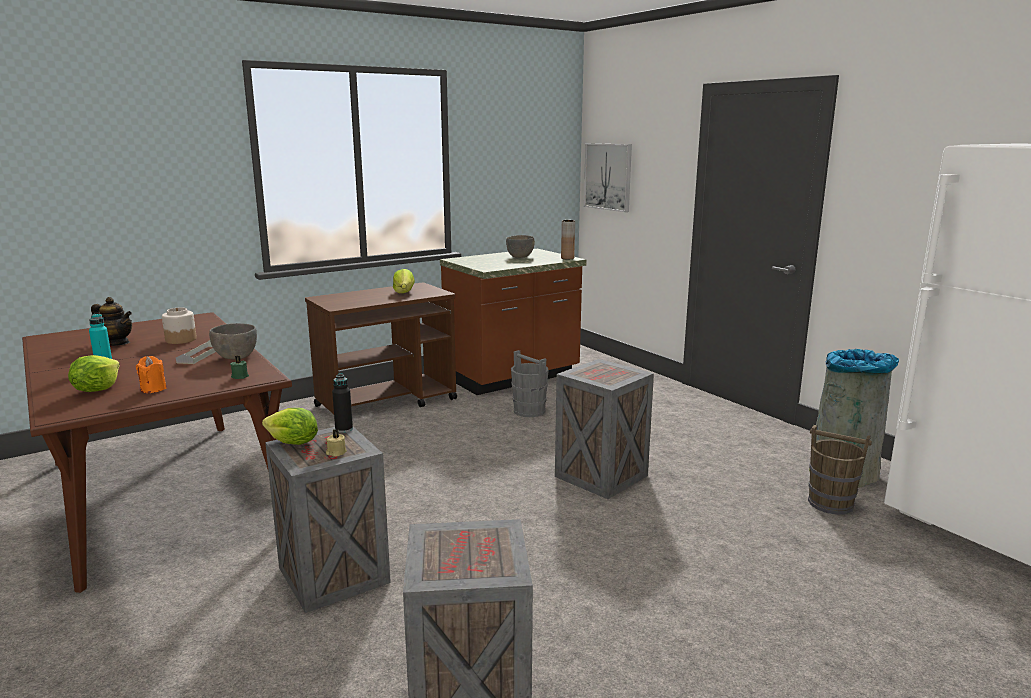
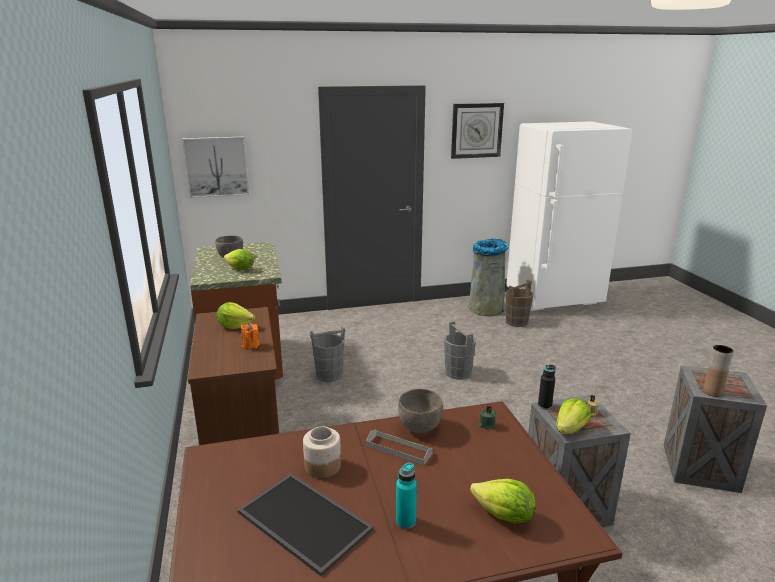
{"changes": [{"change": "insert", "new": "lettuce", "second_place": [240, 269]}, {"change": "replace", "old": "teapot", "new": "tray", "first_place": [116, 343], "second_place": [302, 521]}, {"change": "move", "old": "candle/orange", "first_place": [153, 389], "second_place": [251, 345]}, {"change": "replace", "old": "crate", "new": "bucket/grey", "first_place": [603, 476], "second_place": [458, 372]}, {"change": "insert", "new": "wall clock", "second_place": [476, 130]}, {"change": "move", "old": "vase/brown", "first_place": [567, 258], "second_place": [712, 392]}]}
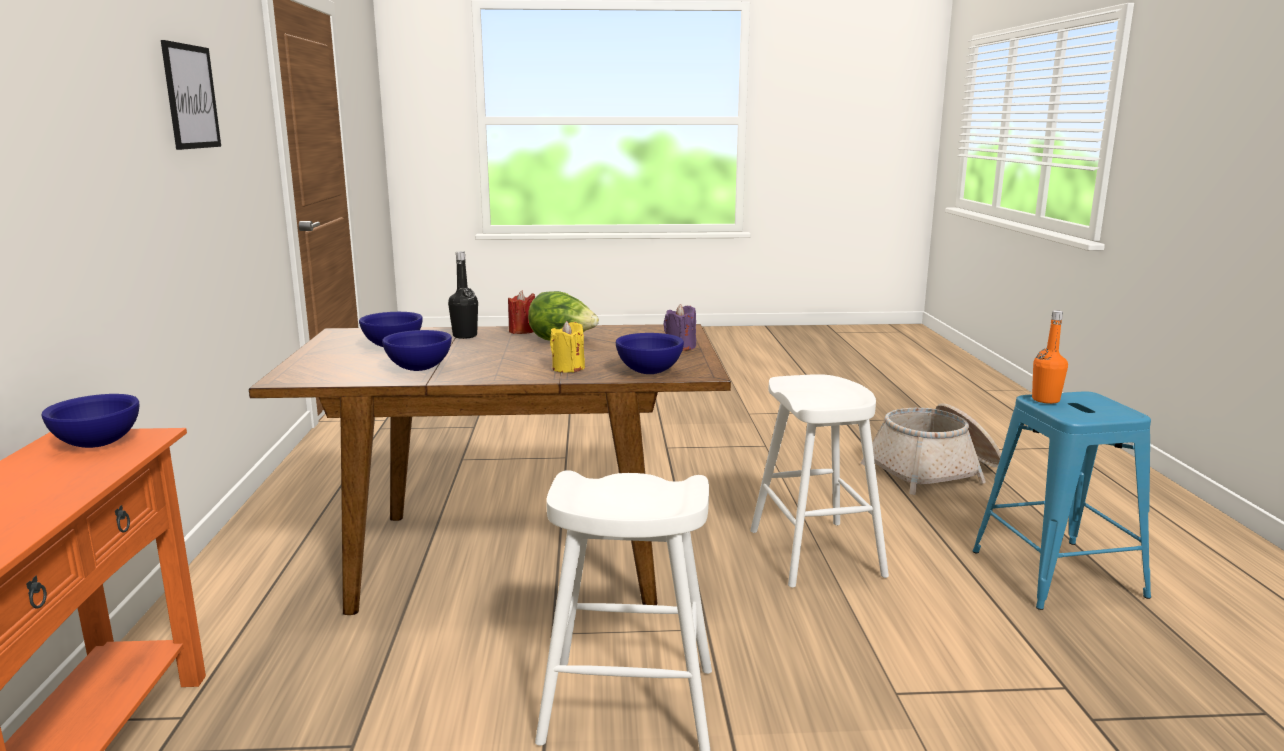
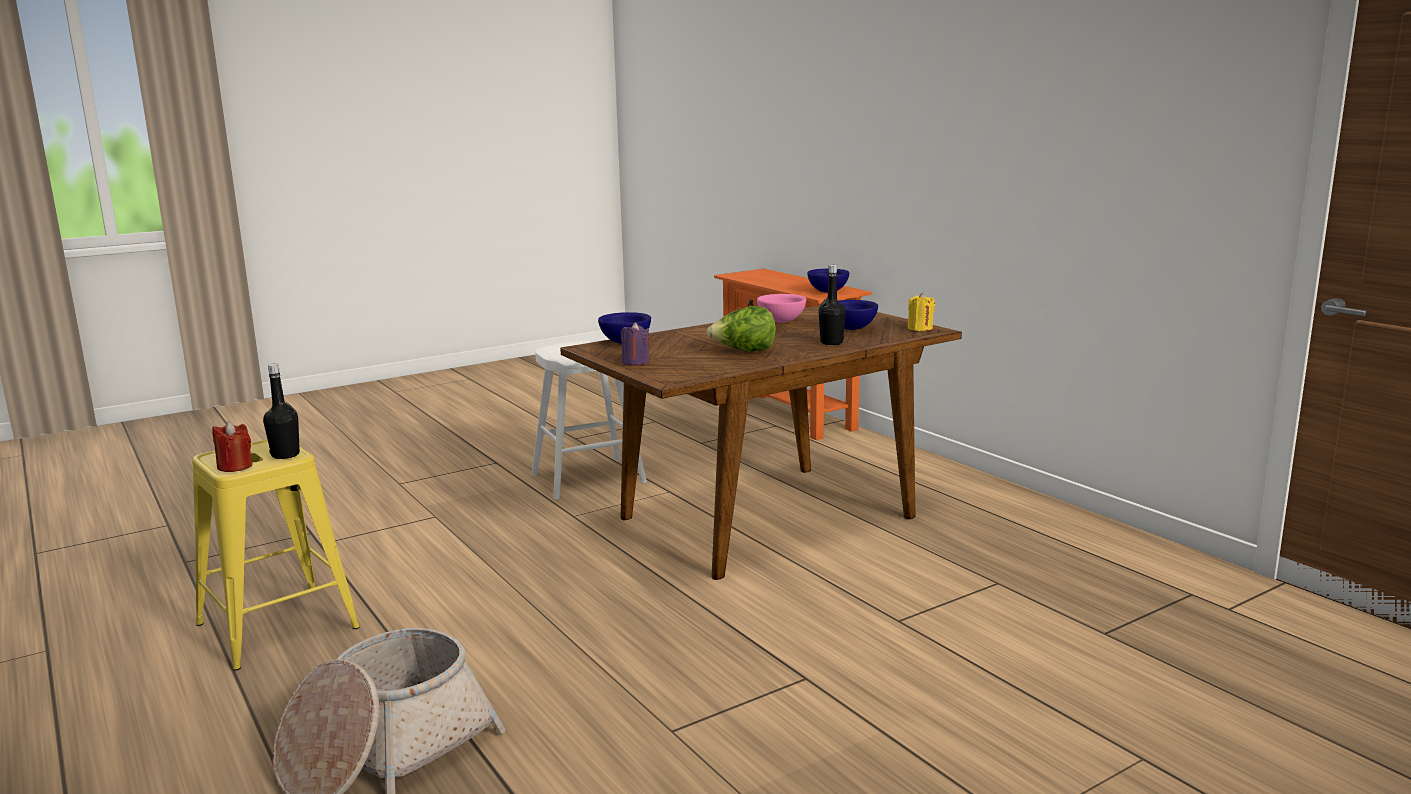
{"changes": [{"change": "recolor", "old": "stool/blue", "new": "stool/yellow", "first_place": [1058, 574], "second_place": [276, 626]}, {"change": "move", "old": "candle/red", "first_place": [522, 331], "second_place": [235, 466]}, {"change": "recolor", "old": "bottle/orange", "new": "bottle/black", "first_place": [1045, 400], "second_place": [285, 455]}, {"change": "recolor", "old": "bowl/blue", "new": "bowl/pink", "first_place": [420, 368], "second_place": [781, 321]}, {"change": "move", "old": "candle/yellow", "first_place": [568, 368], "second_place": [920, 329]}, {"change": "delete", "old": "picture", "first_place": [191, 96]}, {"change": "delete", "old": "stool/white", "first_place": [815, 553]}]}
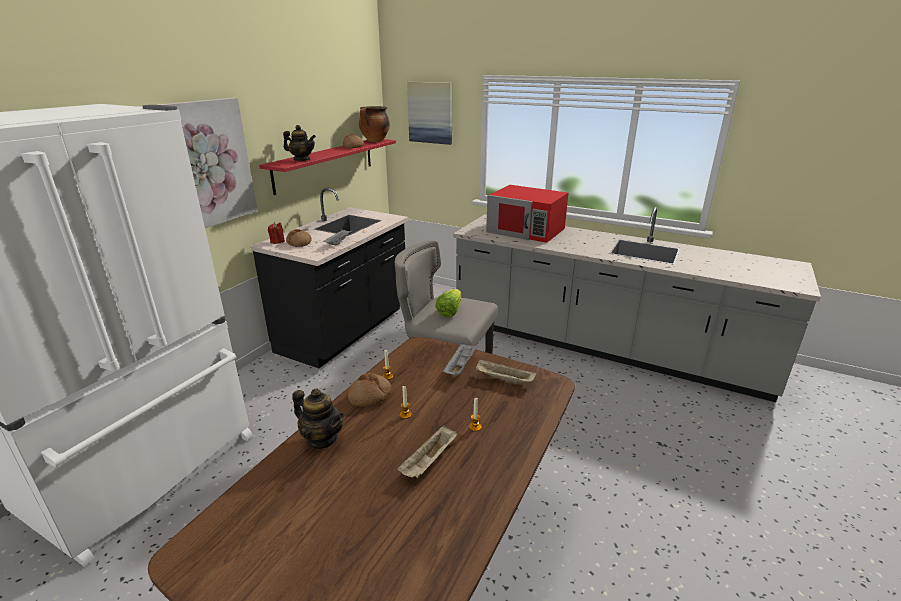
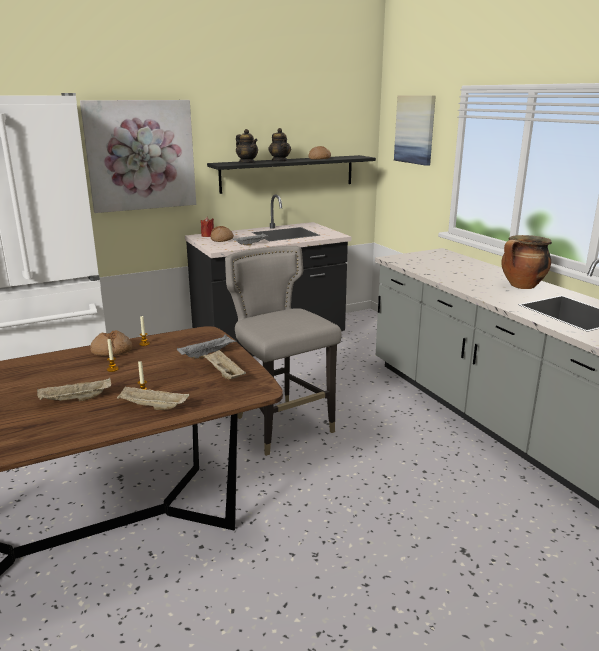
{"changes": [{"change": "insert", "new": "tray/beige", "second_place": [152, 407]}, {"change": "recolor", "old": "shelf/red", "new": "shelf/black", "first_place": [325, 164], "second_place": [288, 173]}, {"change": "move", "old": "teapot", "first_place": [322, 439], "second_place": [280, 161]}, {"change": "move", "old": "cooking pot", "first_place": [375, 141], "second_place": [522, 286]}, {"change": "delete", "old": "lettuce", "first_place": [449, 311]}, {"change": "delete", "old": "microwave/red", "first_place": [526, 230]}]}
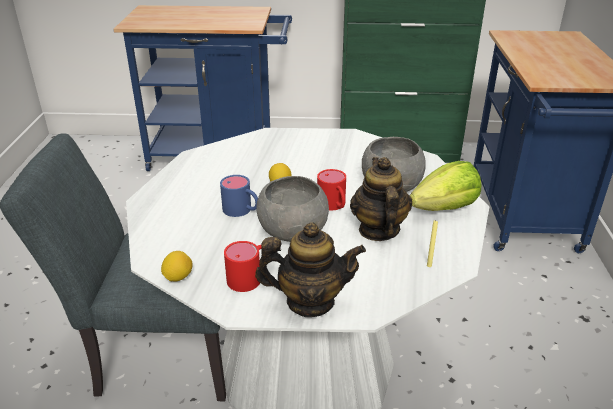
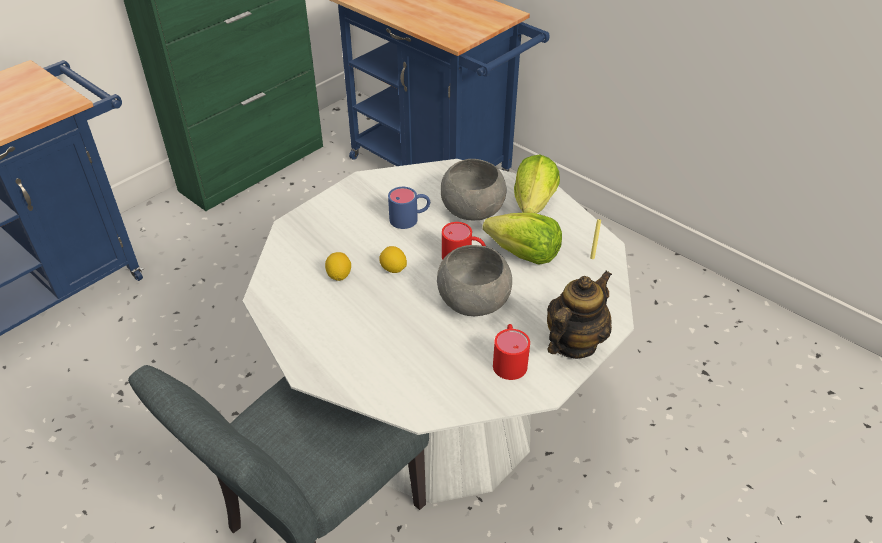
{"changes": [{"change": "move", "old": "lemon", "first_place": [178, 277], "second_place": [339, 275]}, {"change": "move", "old": "mug/blue", "first_place": [242, 211], "second_place": [410, 218]}, {"change": "replace", "old": "teapot", "new": "lettuce", "first_place": [378, 230], "second_place": [523, 254]}]}
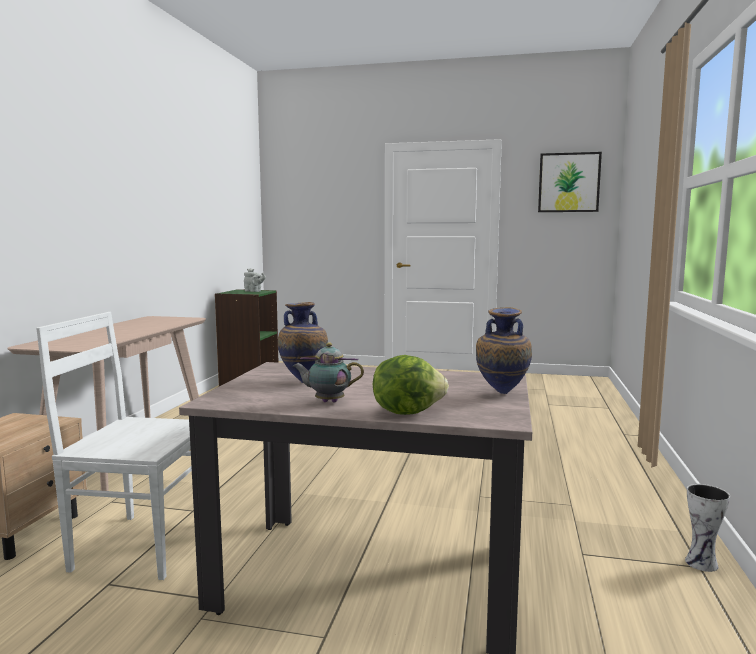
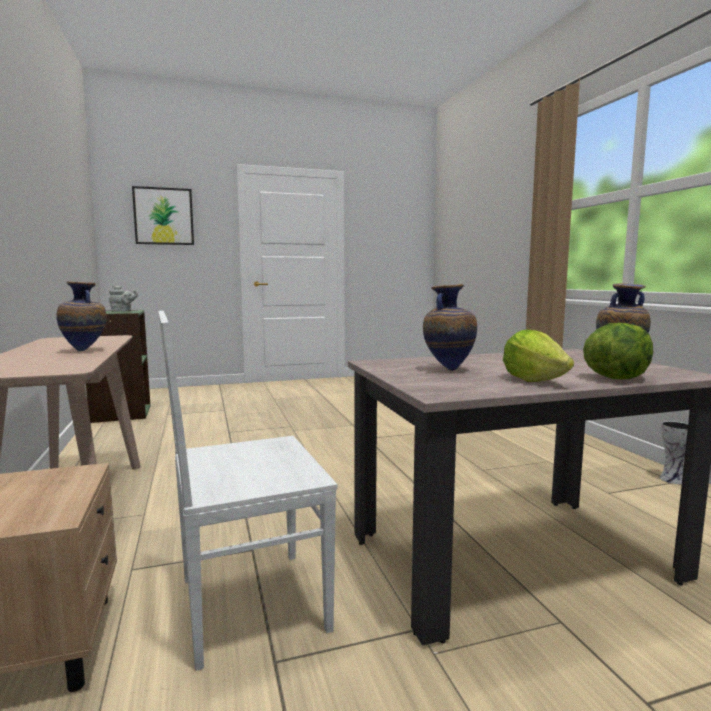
{"changes": [{"change": "insert", "new": "vase", "second_place": [85, 351]}, {"change": "move", "old": "picture", "first_place": [569, 182], "second_place": [164, 216]}, {"change": "replace", "old": "teapot", "new": "lettuce", "first_place": [327, 402], "second_place": [533, 380]}]}
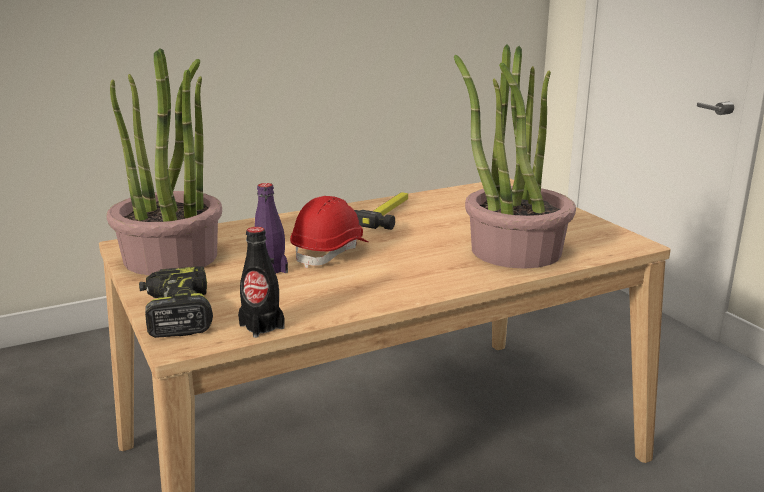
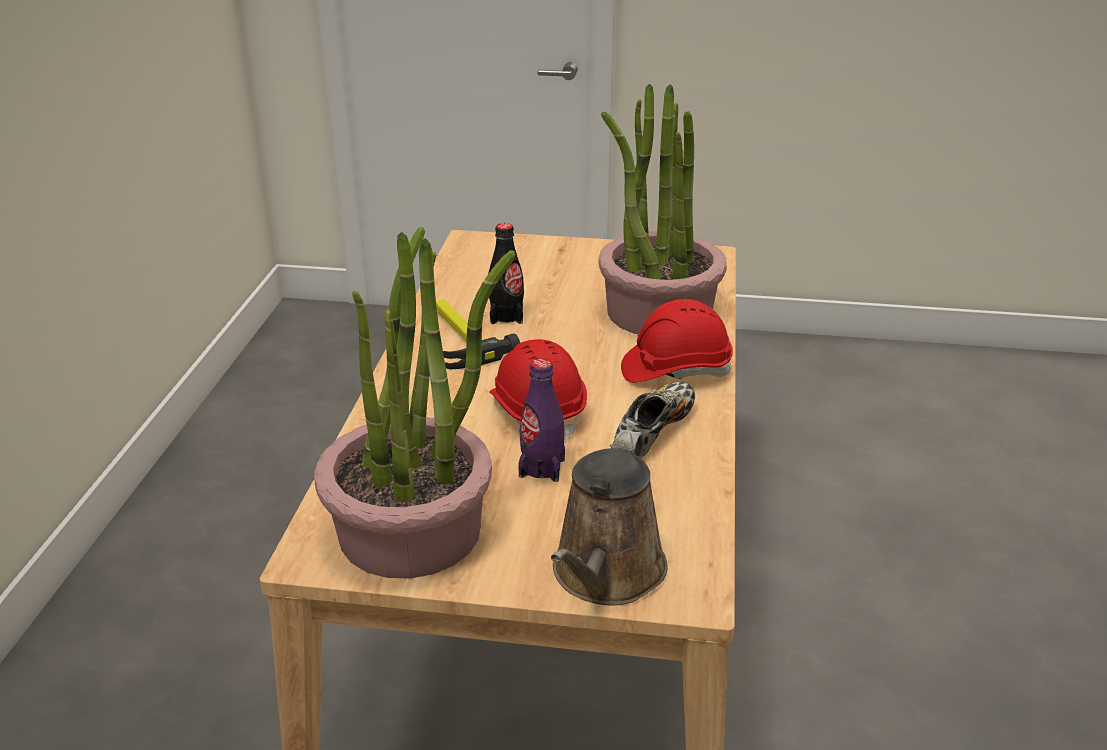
{"changes": [{"change": "move", "old": "bottle/black", "first_place": [261, 326], "second_place": [506, 316]}, {"change": "replace", "old": "power drill", "new": "watering can/brown", "first_place": [176, 314], "second_place": [606, 575]}, {"change": "insert", "new": "shoe", "second_place": [654, 431]}, {"change": "insert", "new": "hard hat/red", "second_place": [675, 369]}]}
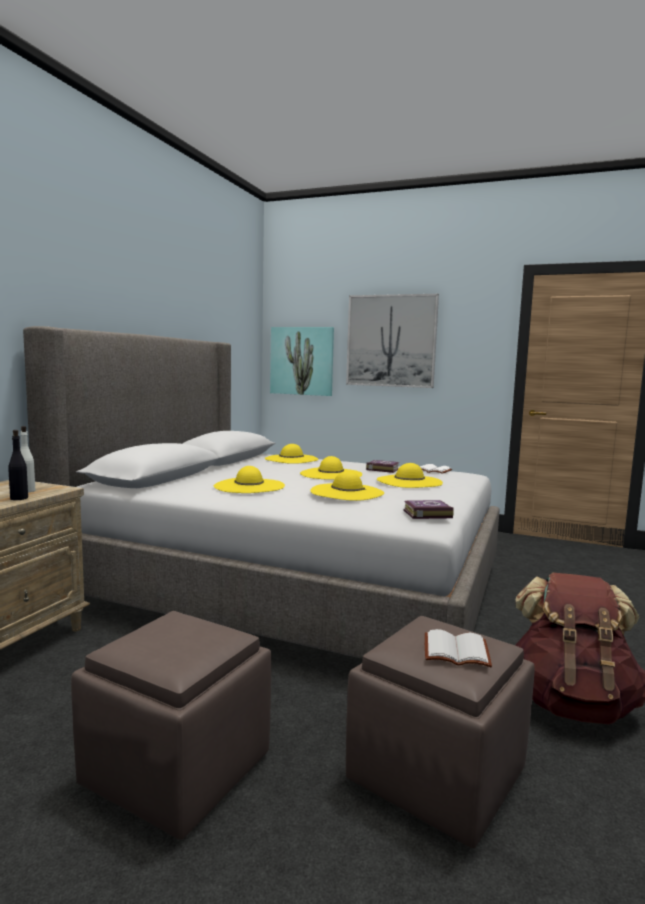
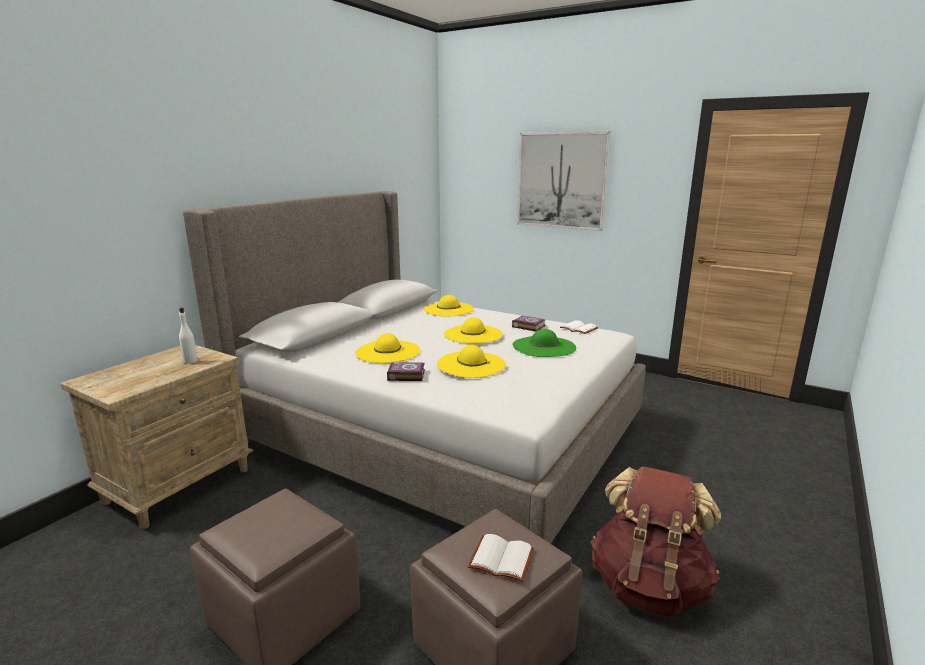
{"changes": [{"change": "move", "old": "book", "first_place": [426, 514], "second_place": [405, 375]}, {"change": "recolor", "old": "hat/yellow", "new": "hat/green", "first_place": [409, 481], "second_place": [544, 346]}, {"change": "delete", "old": "bottle/black", "first_place": [19, 498]}, {"change": "delete", "old": "picture", "first_place": [301, 361]}]}
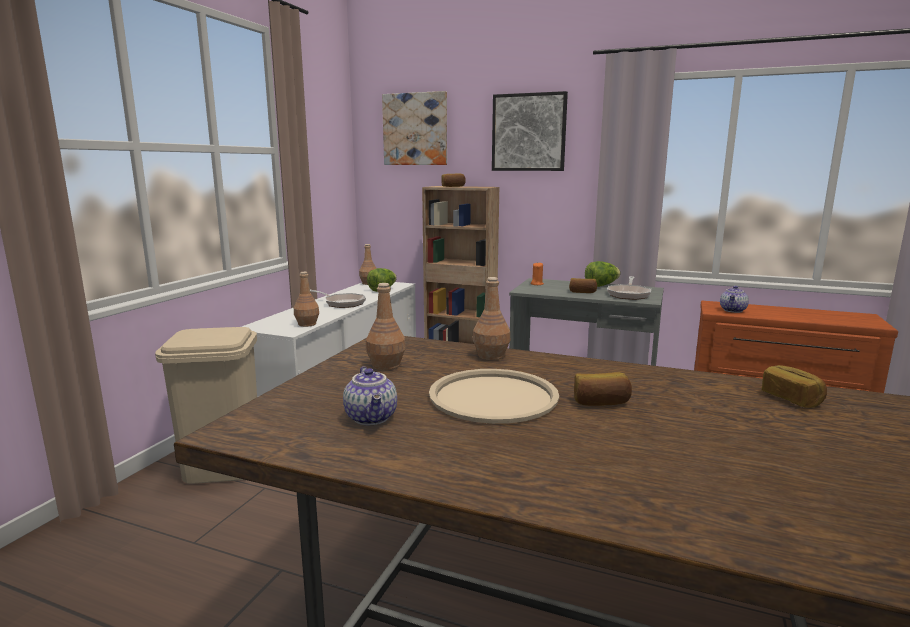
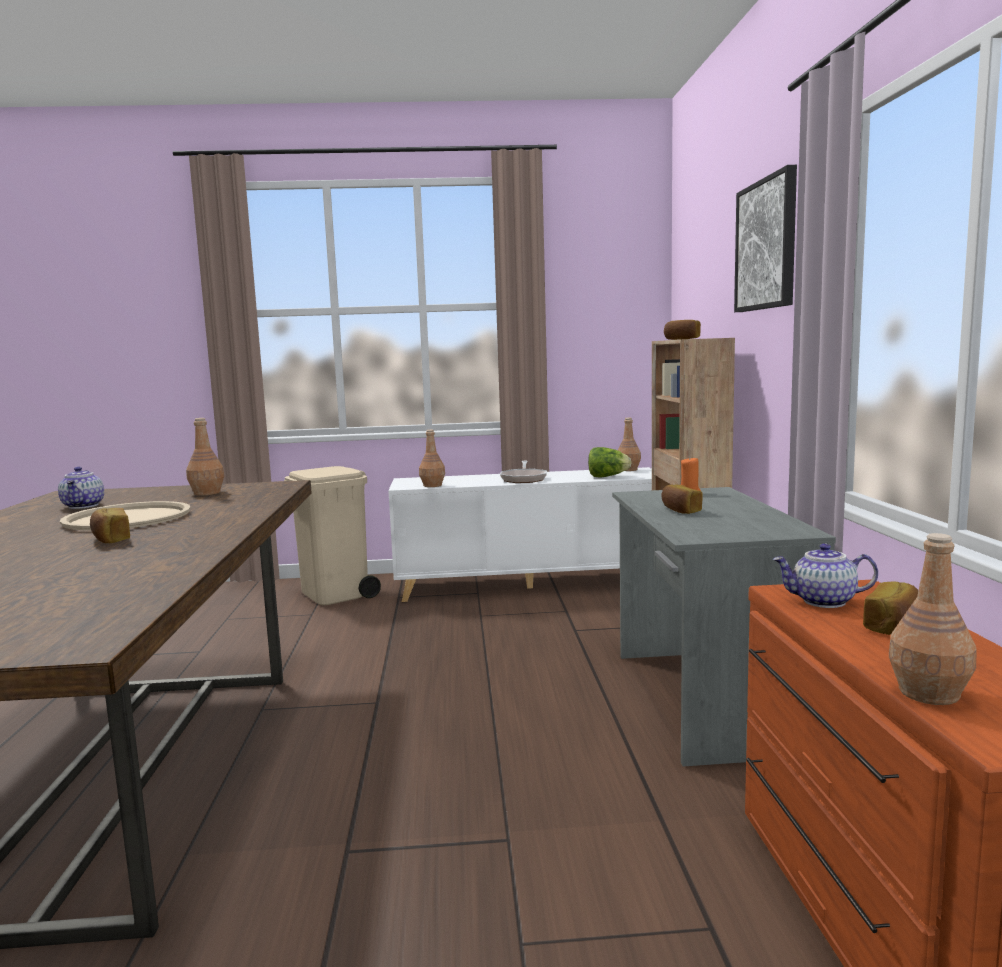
{"changes": [{"change": "rotate", "old": "teapot", "first_place": [372, 418], "second_place": [84, 506], "degrees": -60}, {"change": "move", "old": "bread", "first_place": [792, 399], "second_place": [894, 626]}, {"change": "move", "old": "bottle/brown", "first_place": [491, 356], "second_place": [929, 694]}, {"change": "delete", "old": "picture", "first_place": [415, 129]}, {"change": "delete", "old": "lettuce", "first_place": [601, 285]}, {"change": "delete", "old": "frying pan", "first_place": [628, 294]}]}
